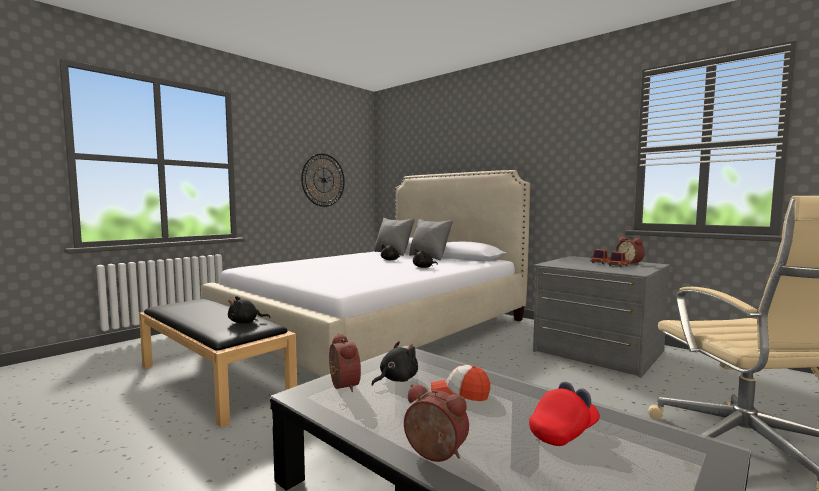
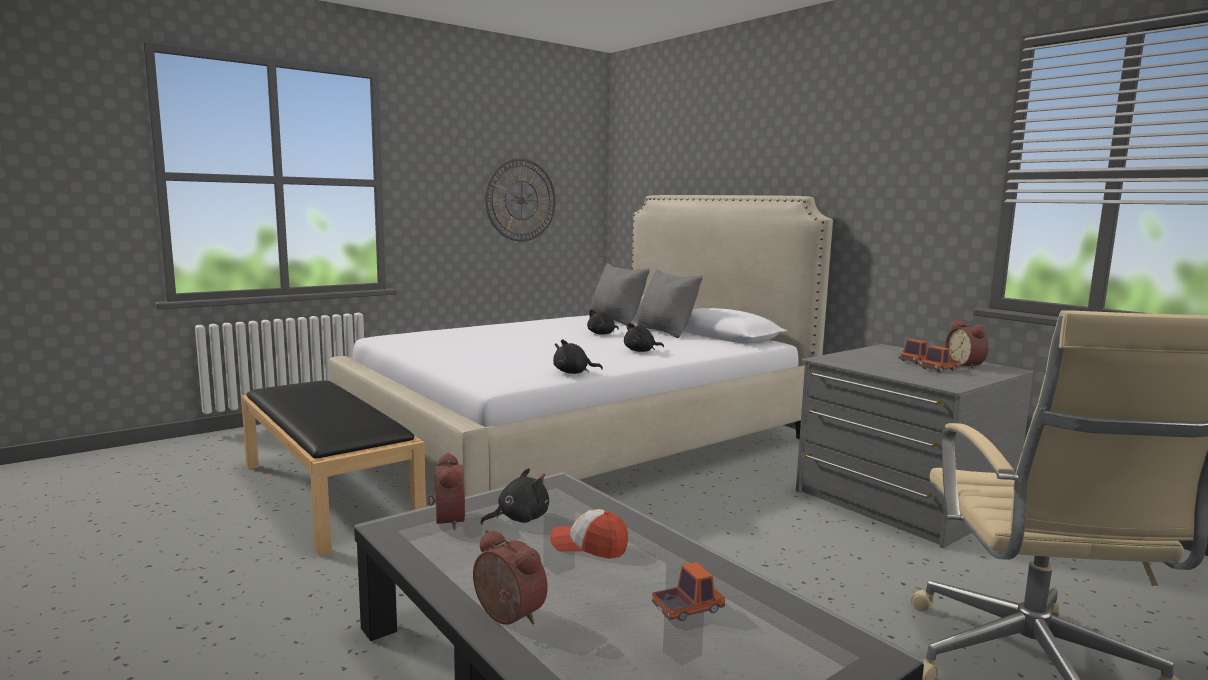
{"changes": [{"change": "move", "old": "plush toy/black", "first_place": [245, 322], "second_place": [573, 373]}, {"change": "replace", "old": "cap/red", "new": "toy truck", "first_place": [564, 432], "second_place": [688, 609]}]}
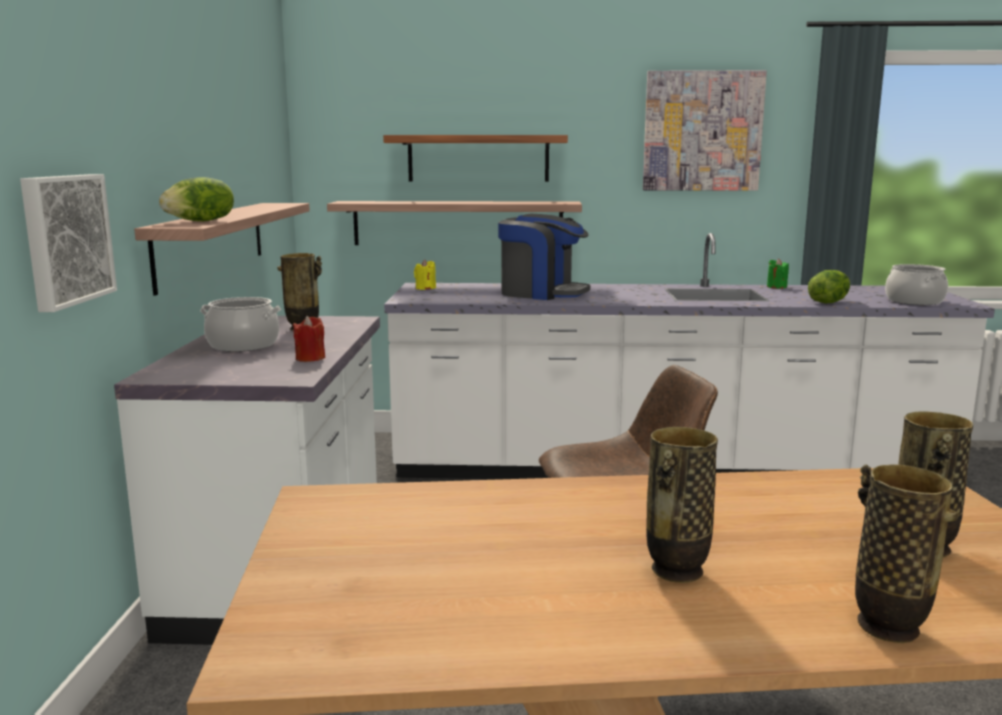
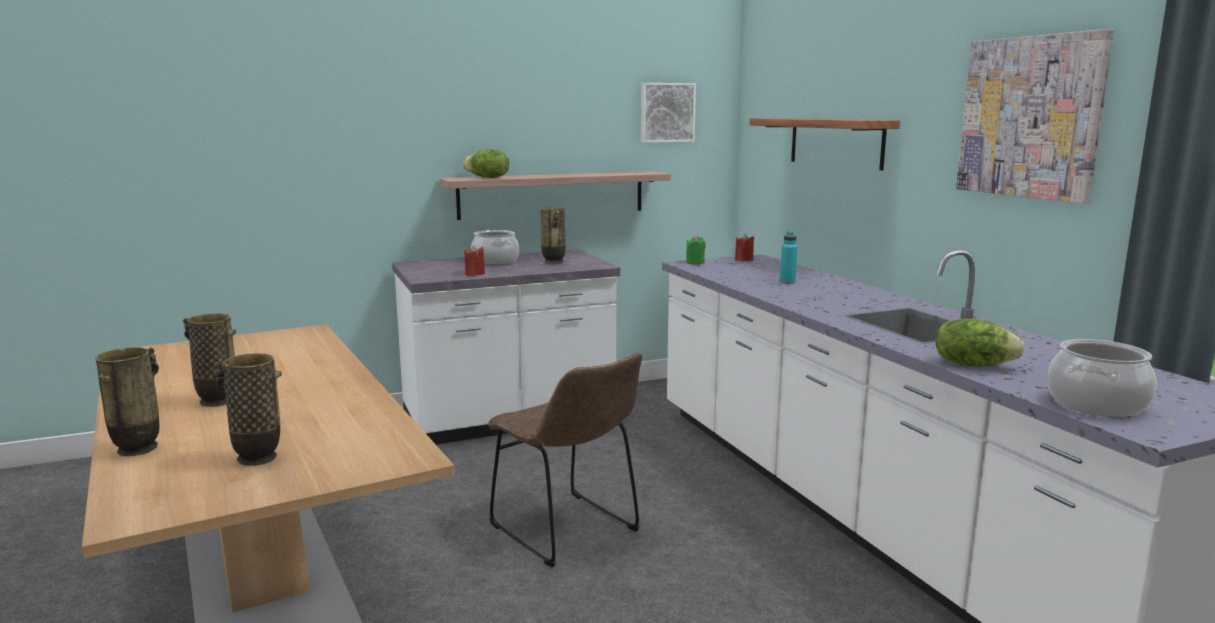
{"changes": [{"change": "move", "old": "picture", "first_place": [65, 239], "second_place": [666, 112]}, {"change": "move", "old": "candle/green", "first_place": [776, 287], "second_place": [695, 262]}, {"change": "recolor", "old": "candle/yellow", "new": "candle/red", "first_place": [425, 288], "second_place": [744, 260]}, {"change": "replace", "old": "coffee machine", "new": "bottle/turquoise", "first_place": [542, 293], "second_place": [787, 282]}, {"change": "delete", "old": "shelf", "first_place": [457, 223]}]}
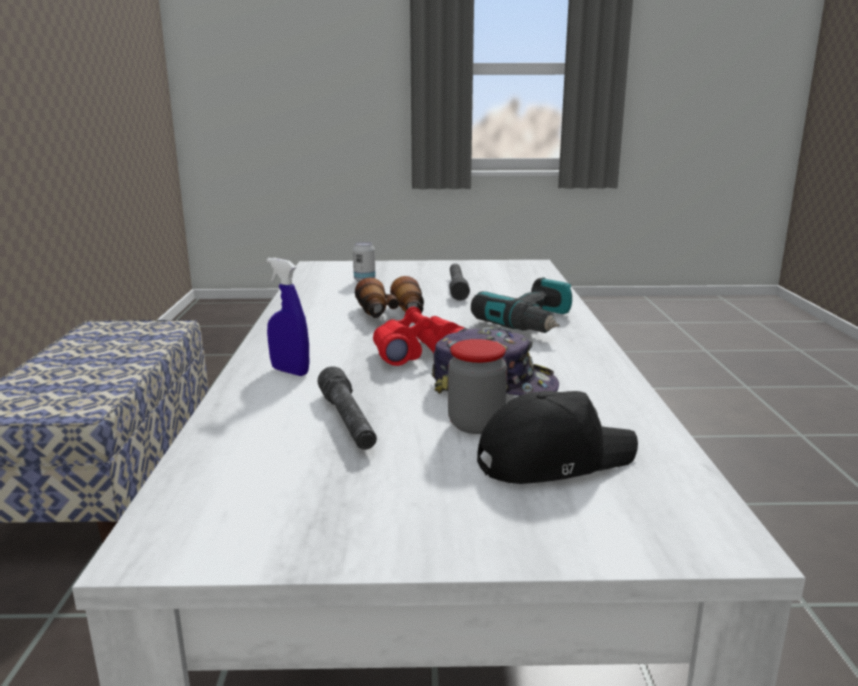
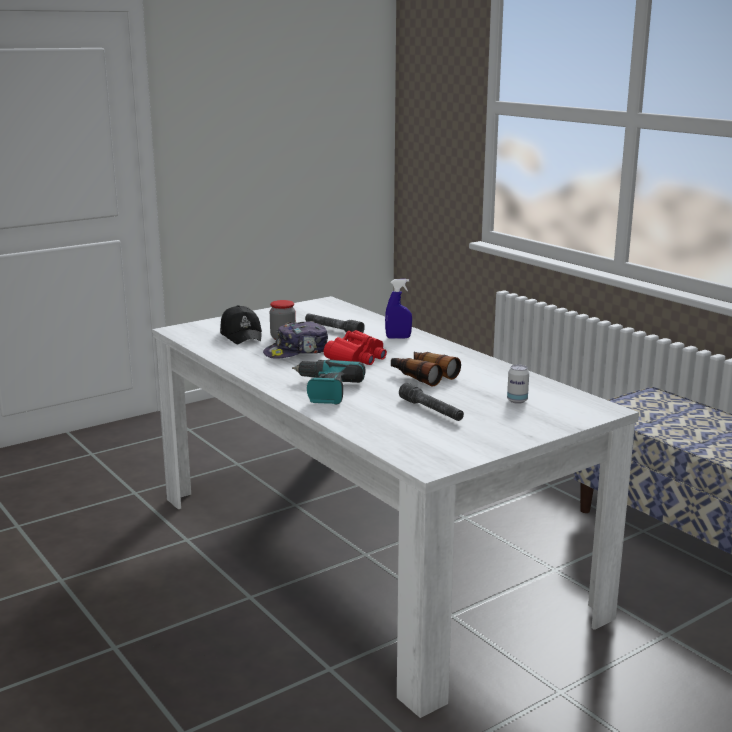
{"changes": [{"change": "rotate", "old": "cap/black", "first_place": [553, 459], "second_place": [242, 335], "degrees": -60}]}
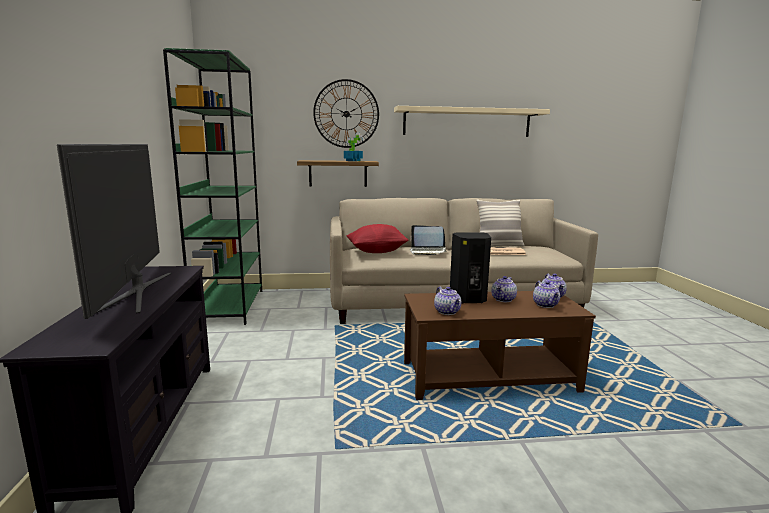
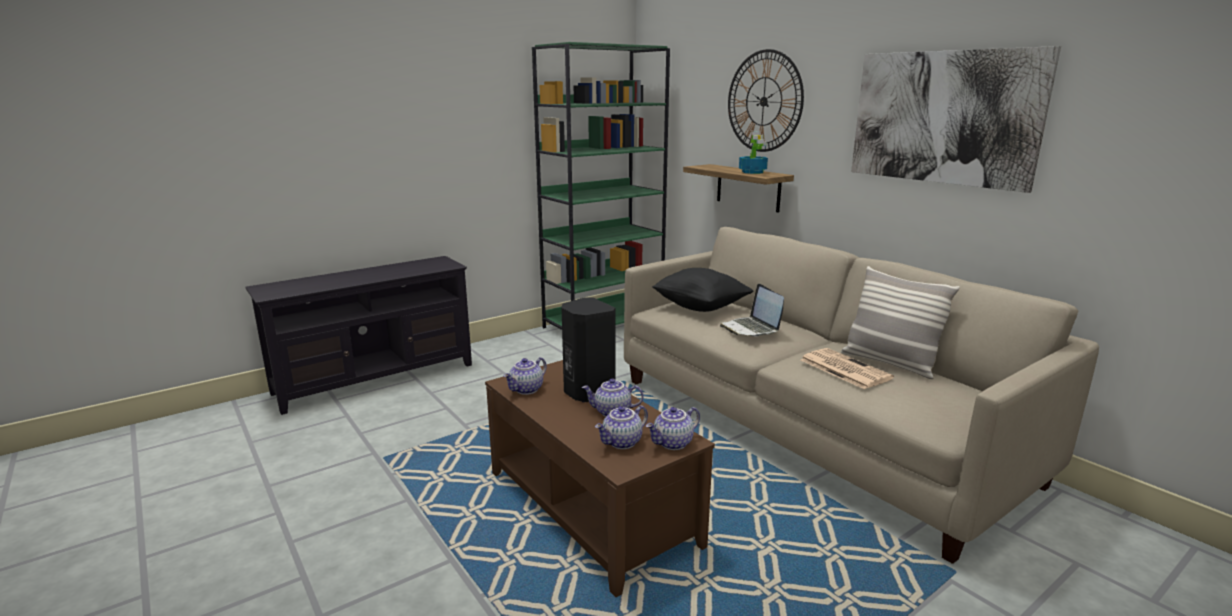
{"changes": [{"change": "recolor", "old": "pillow/red", "new": "pillow/black", "first_place": [377, 252], "second_place": [700, 307]}, {"change": "replace", "old": "shelf/beige", "new": "picture", "first_place": [467, 122], "second_place": [942, 117]}, {"change": "delete", "old": "television", "first_place": [134, 292]}]}
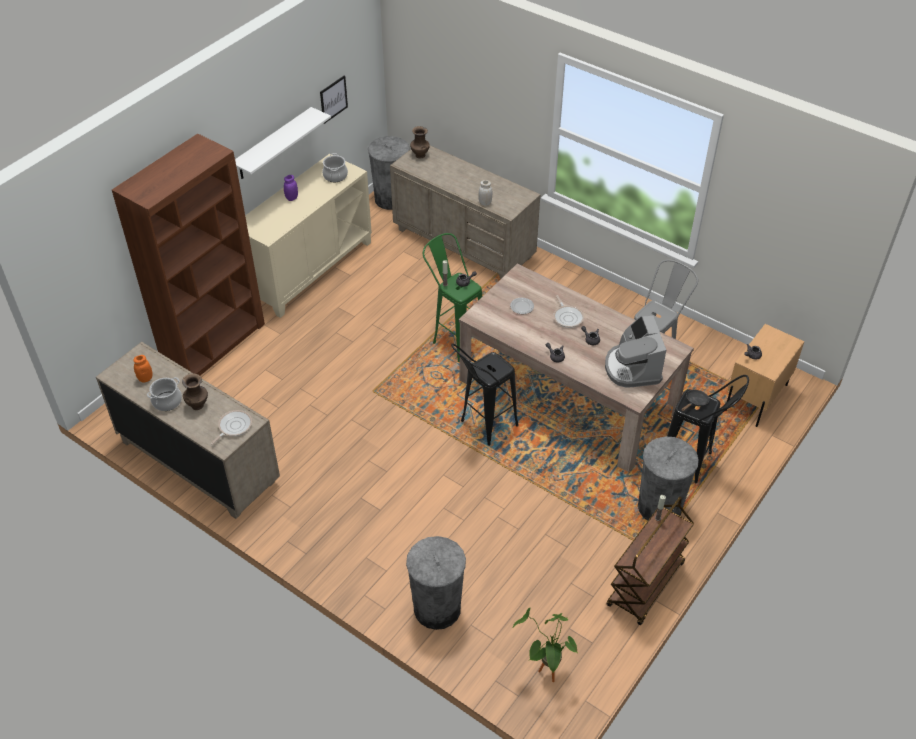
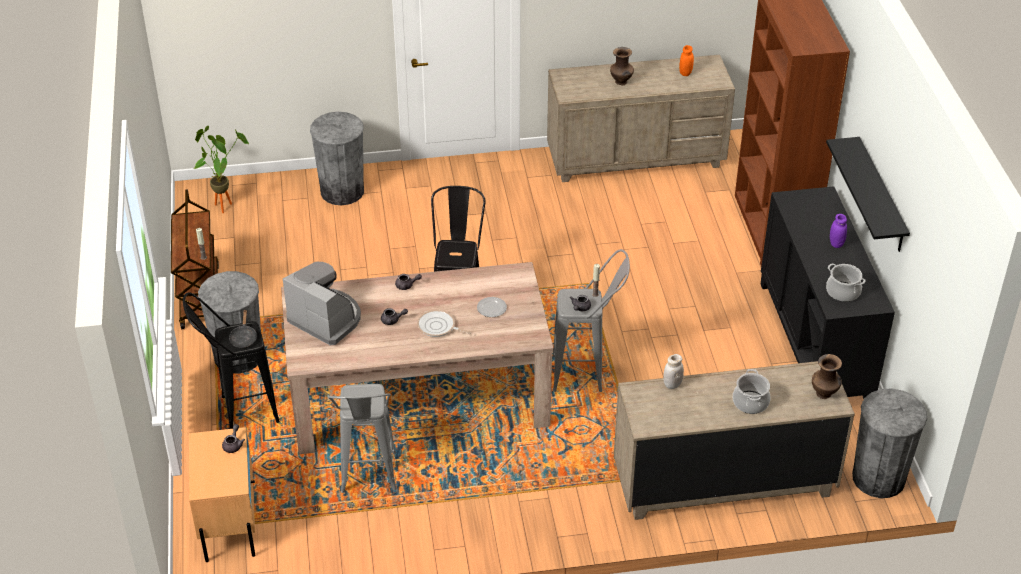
{"changes": [{"change": "recolor", "old": "stool/green", "new": "stool/grey", "first_place": [454, 338], "second_place": [587, 374]}, {"change": "move", "old": "cooking pot", "first_place": [167, 401], "second_place": [750, 402]}, {"change": "recolor", "old": "cabinet/beige", "new": "cabinet/black", "first_place": [309, 269], "second_place": [815, 341]}, {"change": "recolor", "old": "shelf/white", "new": "shelf/black", "first_place": [273, 144], "second_place": [881, 196]}, {"change": "delete", "old": "frying pan", "first_place": [233, 426]}, {"change": "delete", "old": "picture", "first_place": [333, 99]}]}
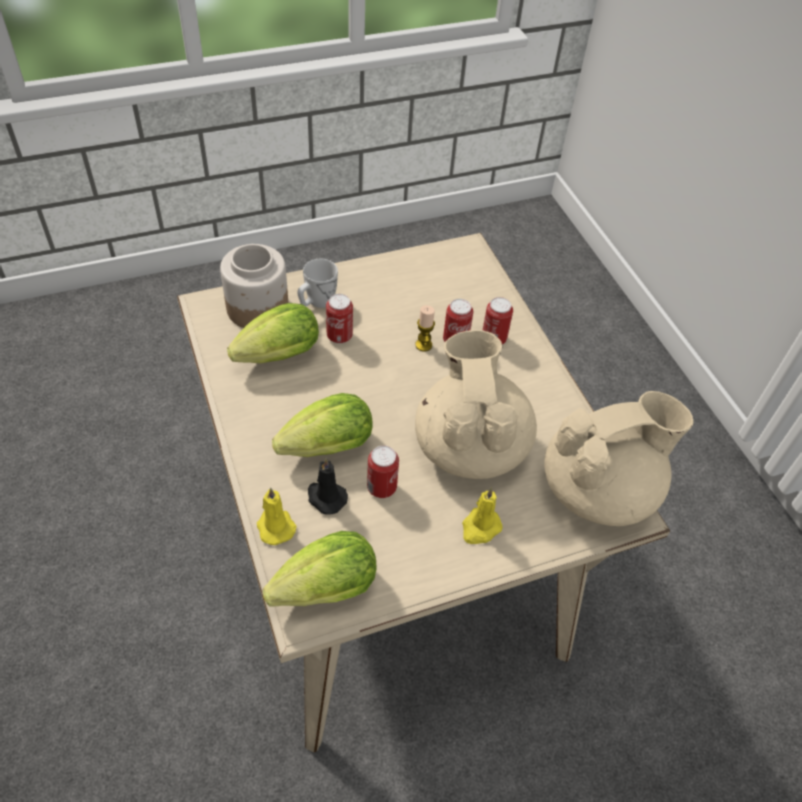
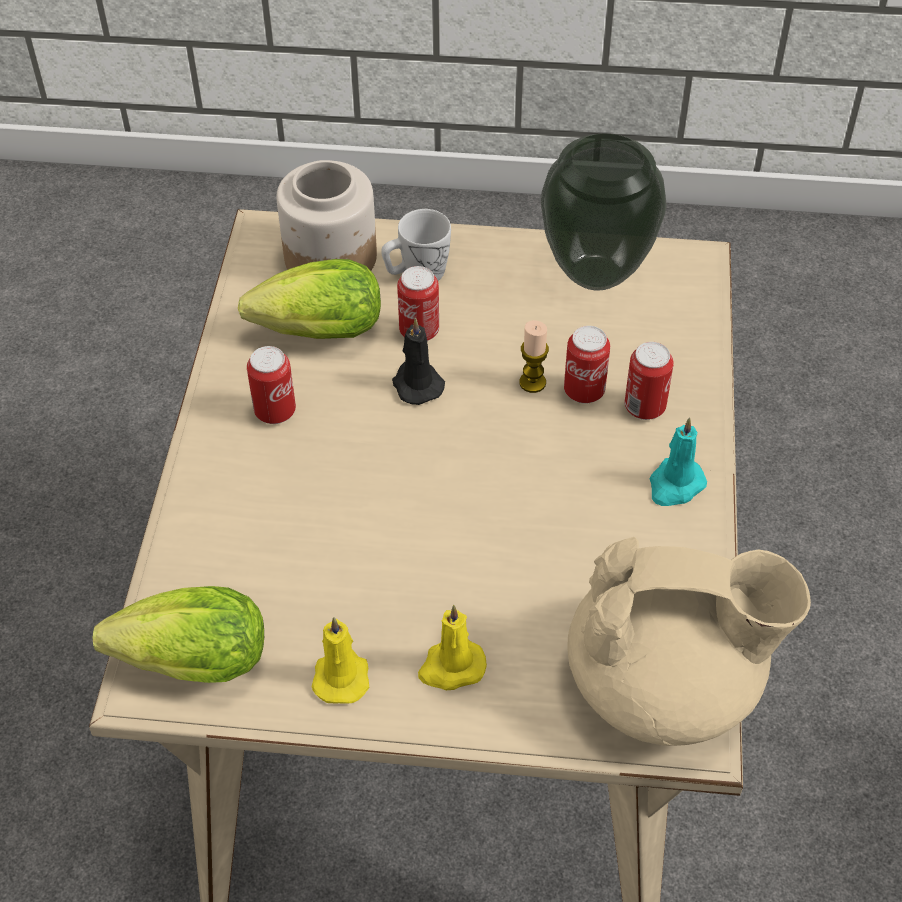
{"changes": [{"change": "move", "old": "can", "first_place": [381, 488], "second_place": [275, 412]}, {"change": "move", "old": "candle/yellow", "first_place": [275, 526], "second_place": [341, 675]}, {"change": "move", "old": "candle/black", "first_place": [325, 497], "second_place": [416, 384]}, {"change": "insert", "new": "vase", "second_place": [598, 273]}, {"change": "insert", "new": "candle/turquoise", "second_place": [675, 485]}, {"change": "delete", "old": "lettuce", "first_place": [322, 449]}, {"change": "delete", "old": "teapot/beige", "first_place": [470, 445]}]}
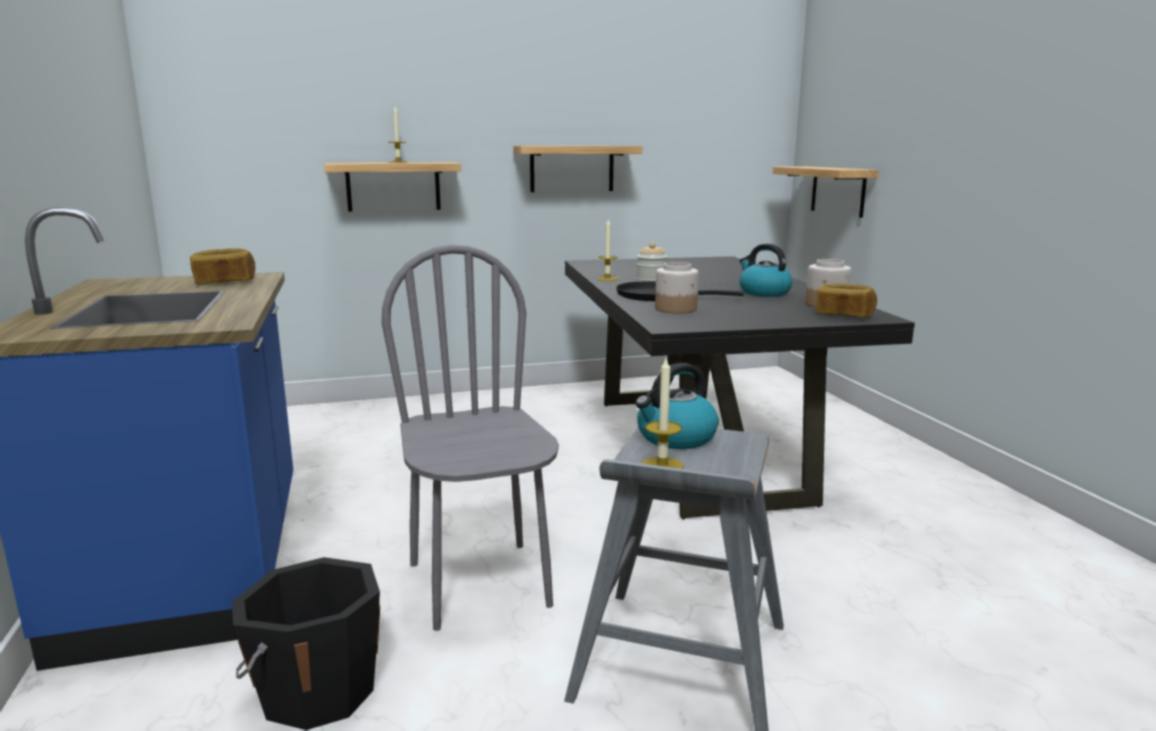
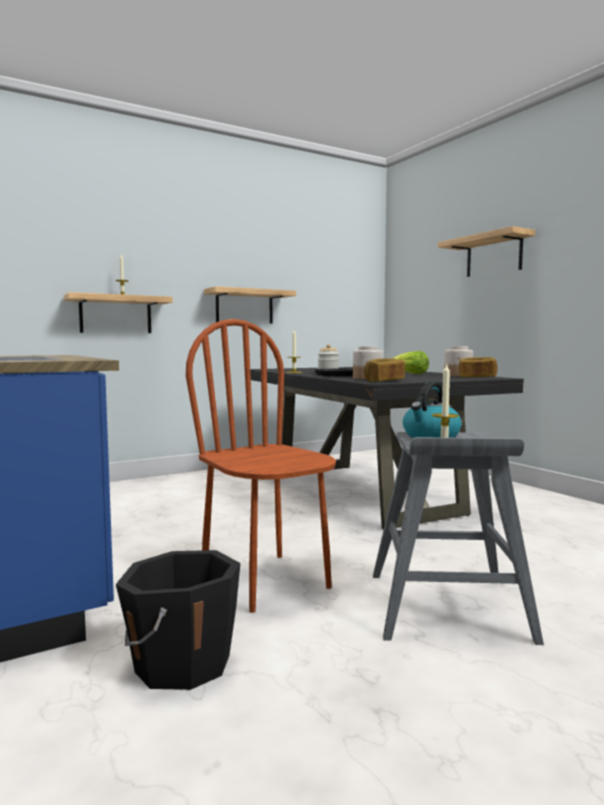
{"changes": [{"change": "recolor", "old": "chair/grey", "new": "chair/brown", "first_place": [480, 584], "second_place": [266, 581]}, {"change": "move", "old": "bread", "first_place": [224, 282], "second_place": [383, 381]}, {"change": "replace", "old": "kettle", "new": "lettuce", "first_place": [763, 292], "second_place": [409, 374]}, {"change": "move", "old": "shelf", "first_place": [838, 191], "second_place": [494, 255]}]}
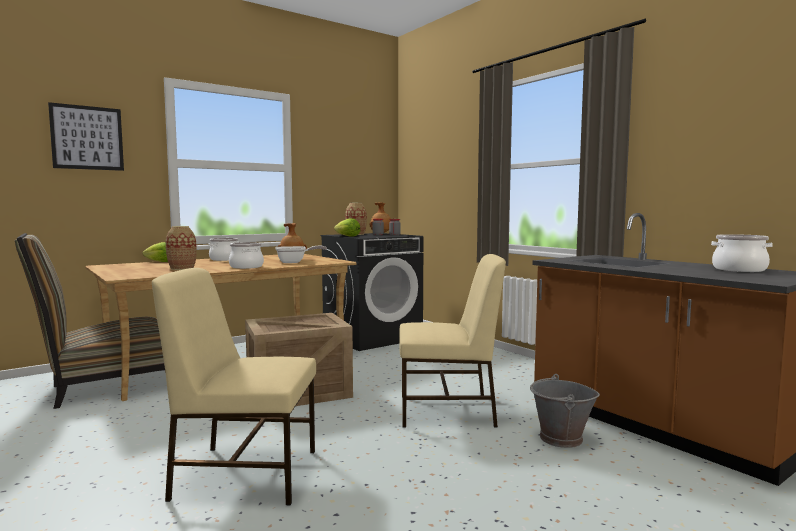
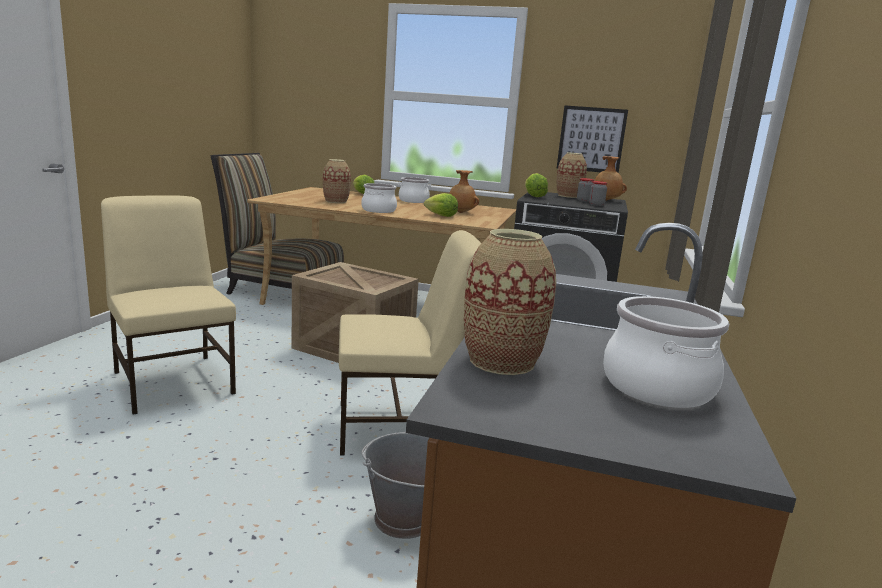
{"changes": [{"change": "rotate", "old": "chair/beige", "first_place": [448, 411], "second_place": [399, 427], "degrees": -60}, {"change": "replace", "old": "frying pan", "new": "lettuce", "first_place": [294, 262], "second_place": [441, 215]}, {"change": "insert", "new": "vase", "second_place": [502, 361]}, {"change": "move", "old": "picture", "first_place": [87, 138], "second_place": [591, 139]}]}
